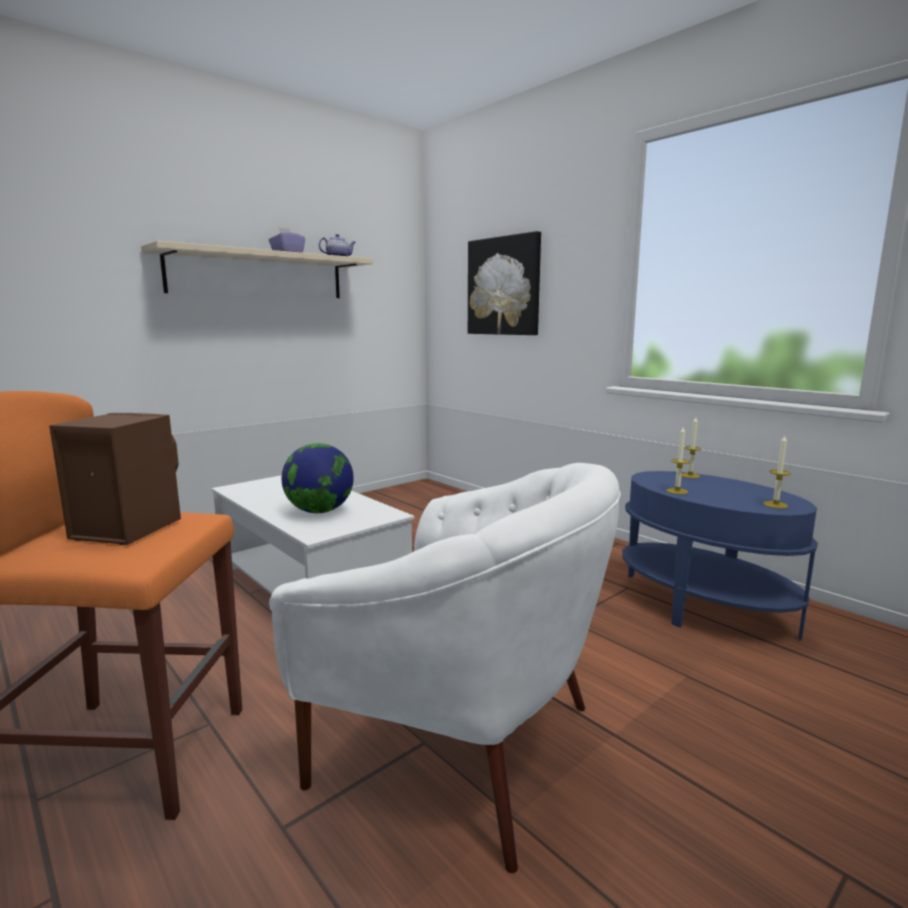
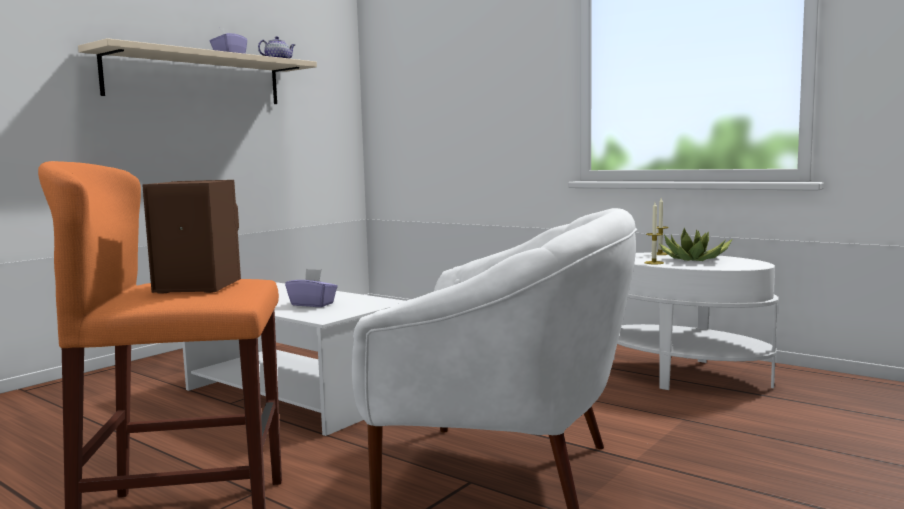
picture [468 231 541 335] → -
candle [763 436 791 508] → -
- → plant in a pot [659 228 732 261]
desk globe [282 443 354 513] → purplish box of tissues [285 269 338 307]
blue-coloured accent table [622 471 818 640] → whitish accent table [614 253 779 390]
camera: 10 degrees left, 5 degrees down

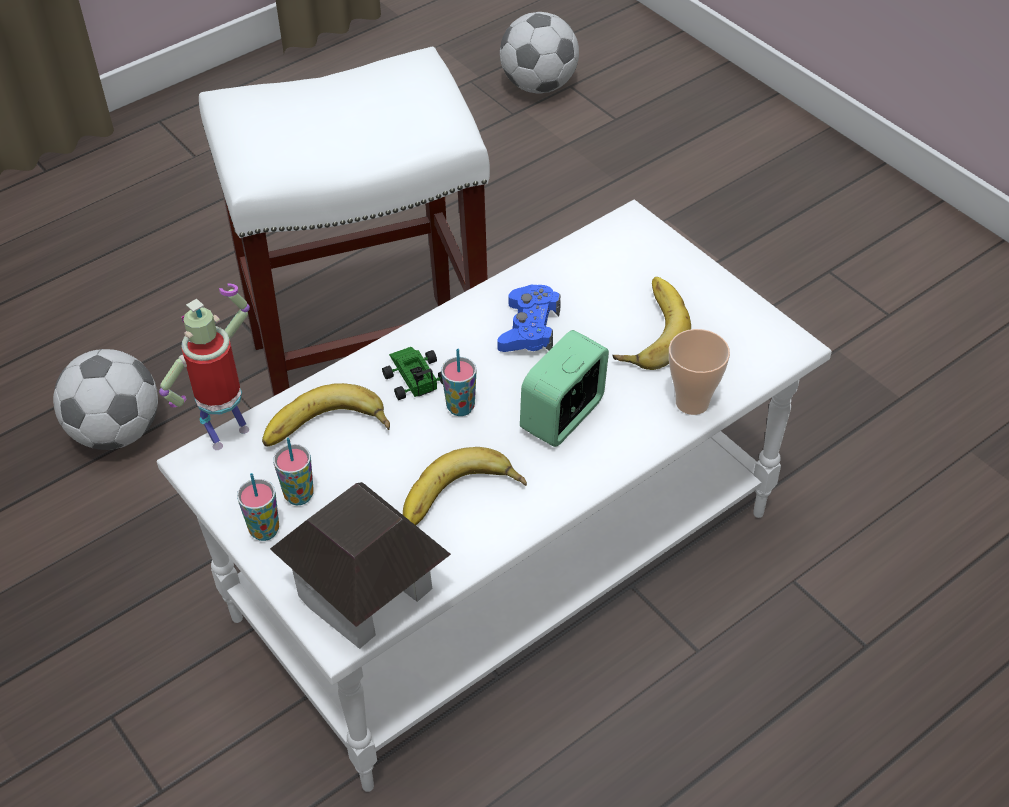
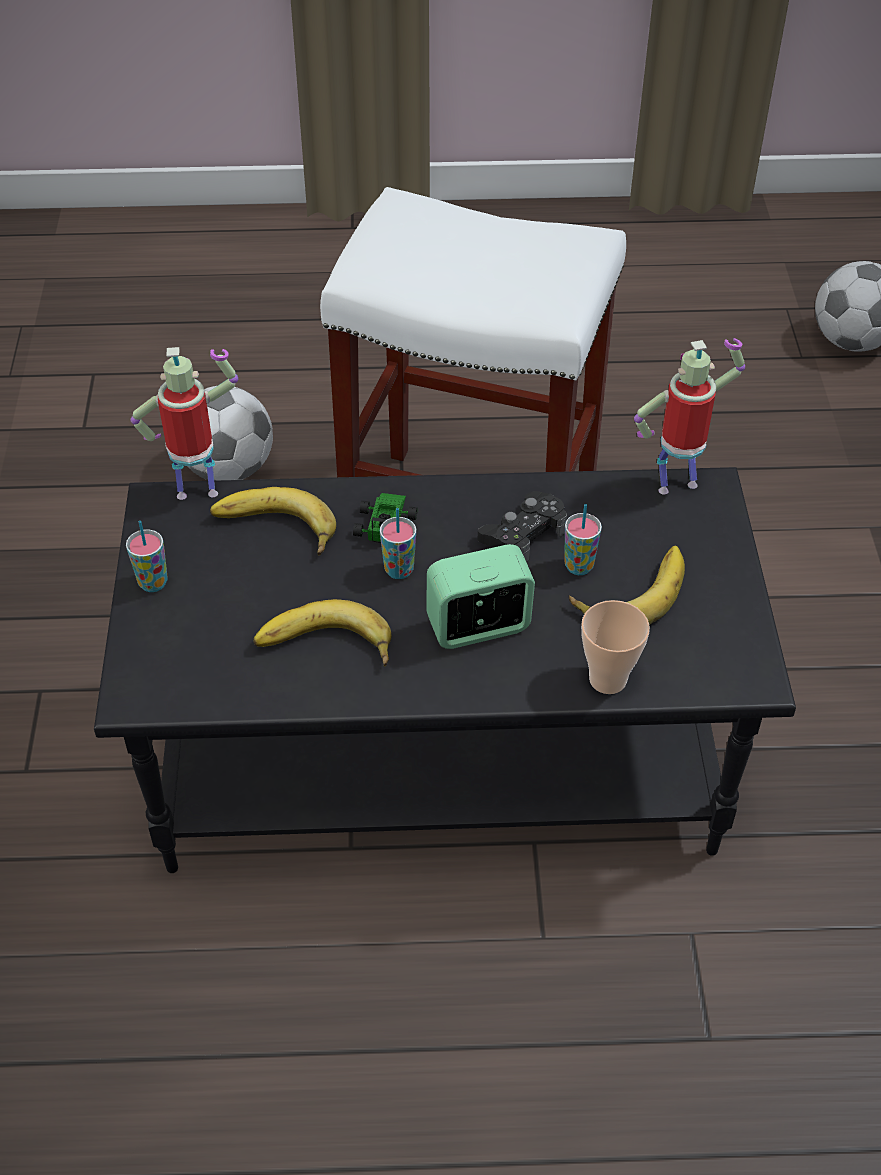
toy house [270 482 451 649] → -
- → model robot [634 338 745 495]
small cup [273 438 314 505] → small cup [564 504 602 575], moved
whitish coffee table [157 200 832 792] → black-coloured coffee table [94 467 796 873]
blue-coloured game controller [497 285 561 352] → black-coloured game controller [478 491 567 562]
camera: 35 degrees right, 0 degrees up

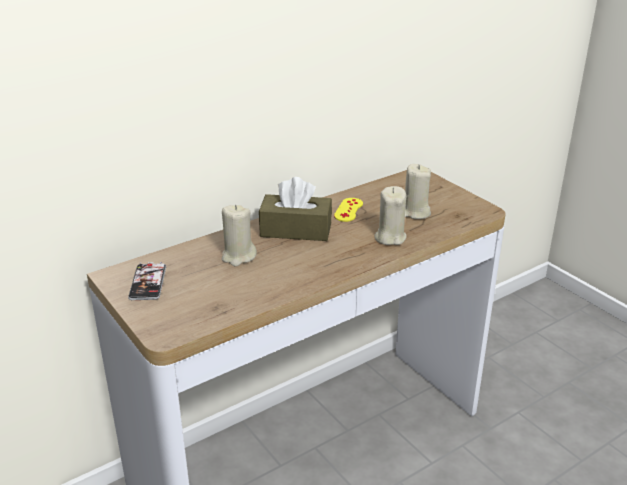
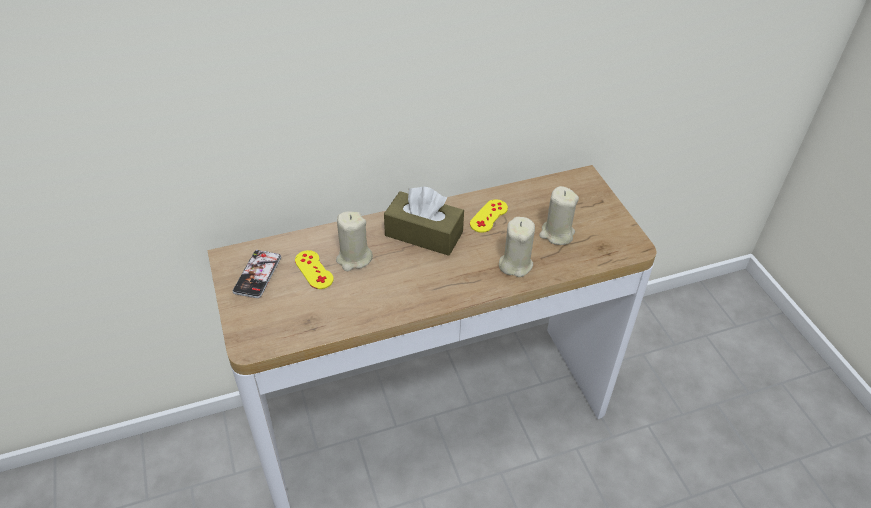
- → yellow game controller [295 250 334 289]
camera: 15 degrees right, 15 degrees up

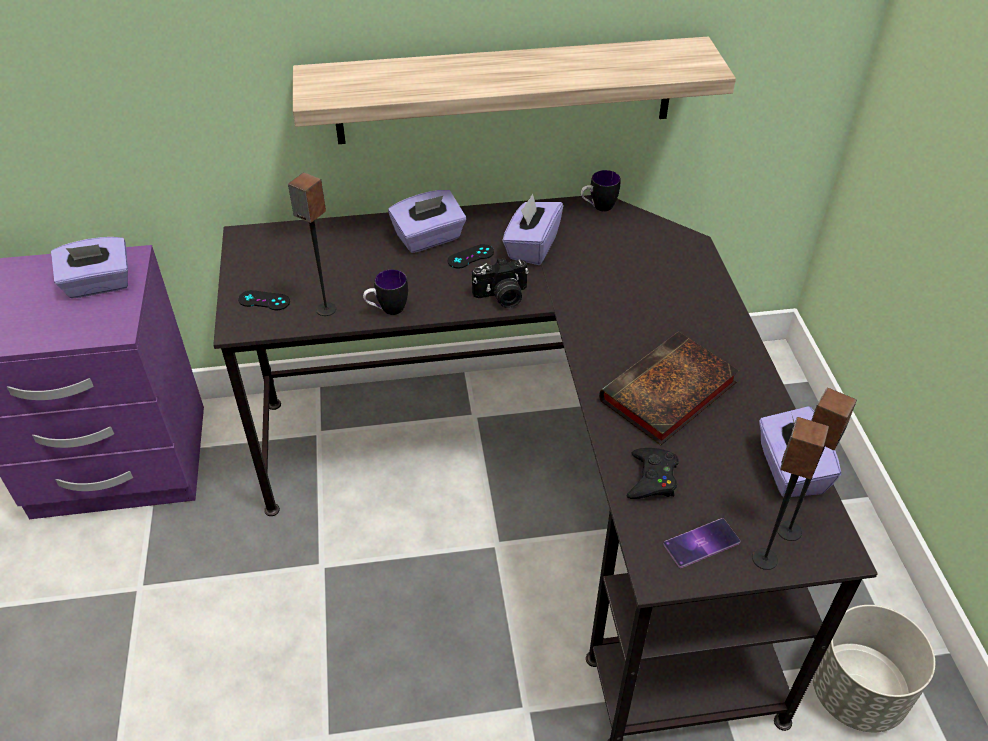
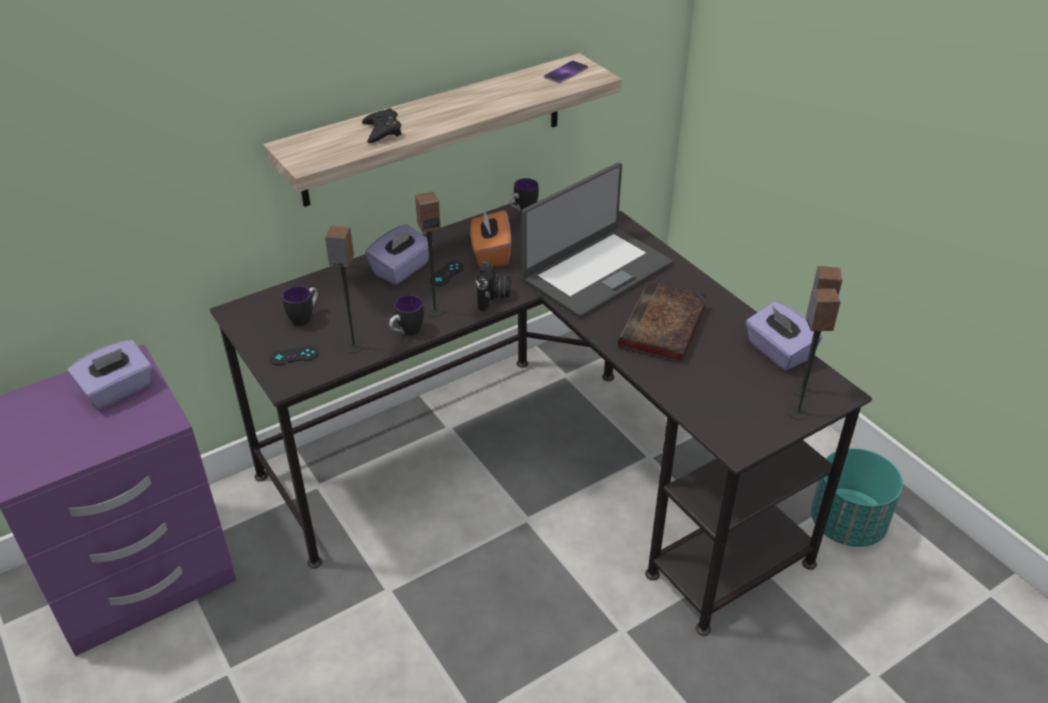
- → tea mug [282 286 318 326]
- → speaker [415 192 444 317]
- → portable computer [522 162 673 318]
black-coloured game controller [627 448 679 499] → black-coloured game controller [362 108 402 143], moved
handset [664 518 741 568] → handset [544 61 588 83], moved
purplish box of tissues [503 194 563 265] → orange box of tissues [470 209 511 267]
grey flower pot [812 605 935 732] → blue-green flower pot [811 448 903 547]
photo camera [472 257 529 308] → photo camera [475 261 511 311], 45 degrees counterclockwise
camera: 25 degrees left, 5 degrees down

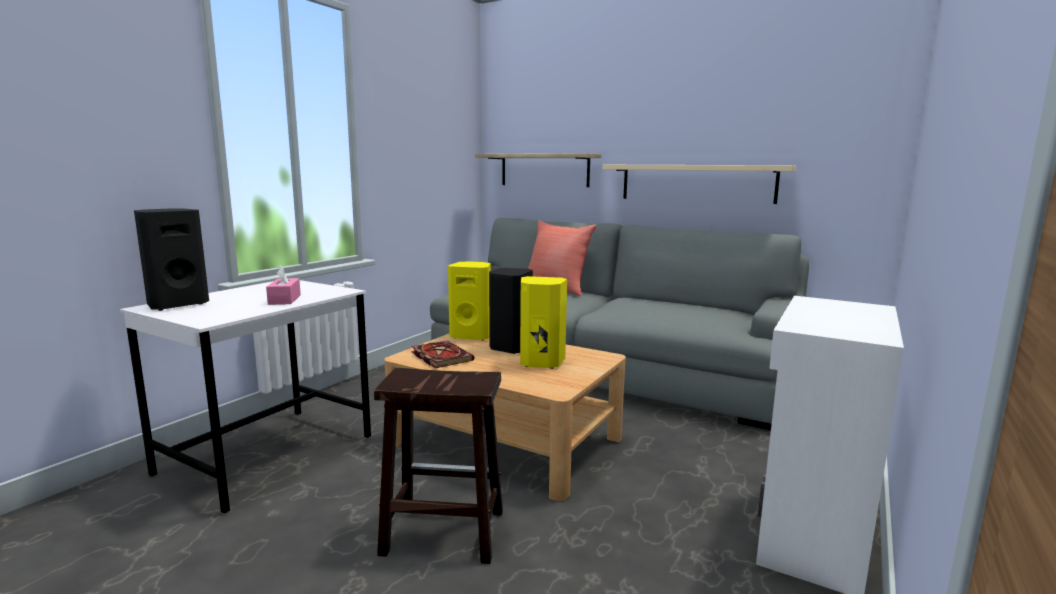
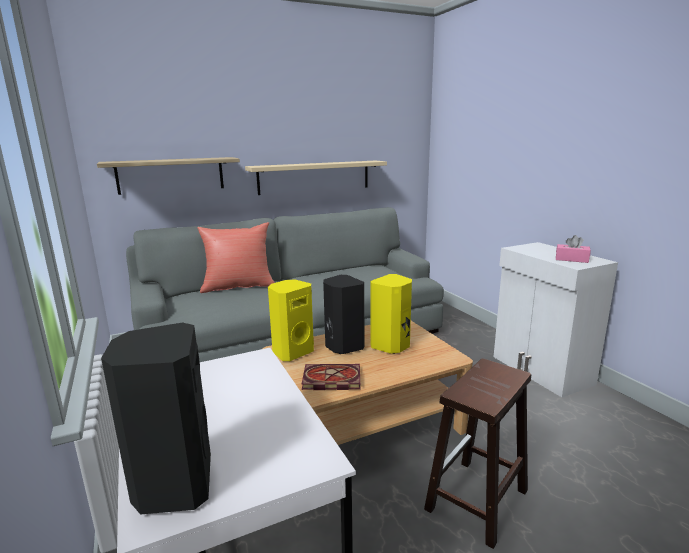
pinkish box of tissues [266 265 301 305] → pinkish box of tissues [556 235 591 263], moved
camera: 55 degrees left, 5 degrees up

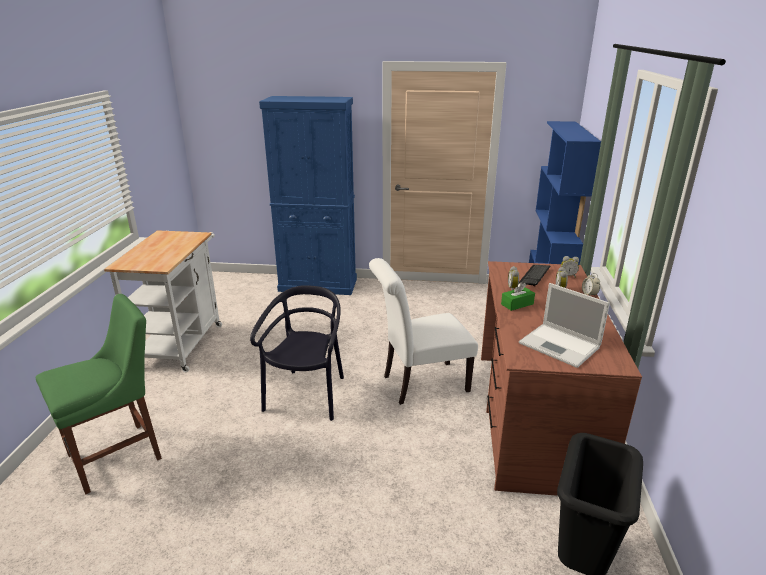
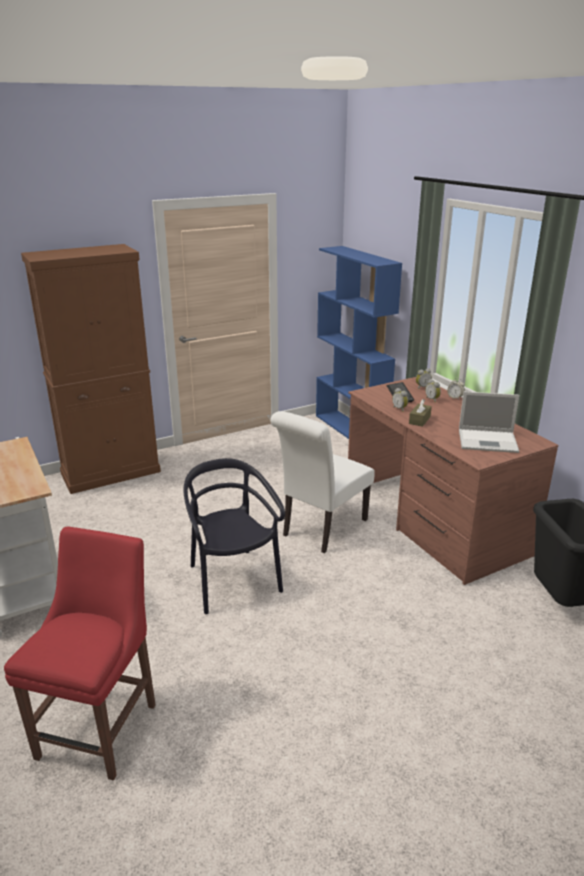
greenish plain chair [36 294 162 494] → red-coloured plain chair [4 526 156 781]
blue-coloured cabinet [259 96 357 295] → brownish cabinet [21 244 161 494]
greenish box of tissues [501 282 535 311] → brownish box of tissues [409 399 432 427]
camera: 35 degrees left, 0 degrees up

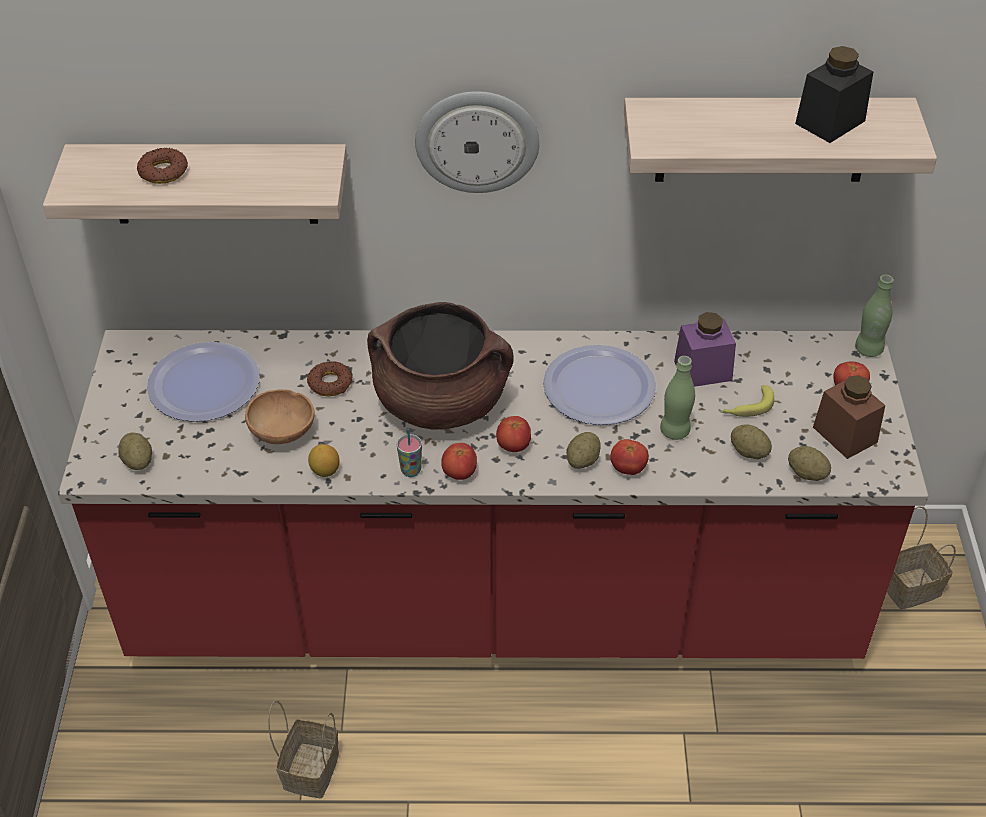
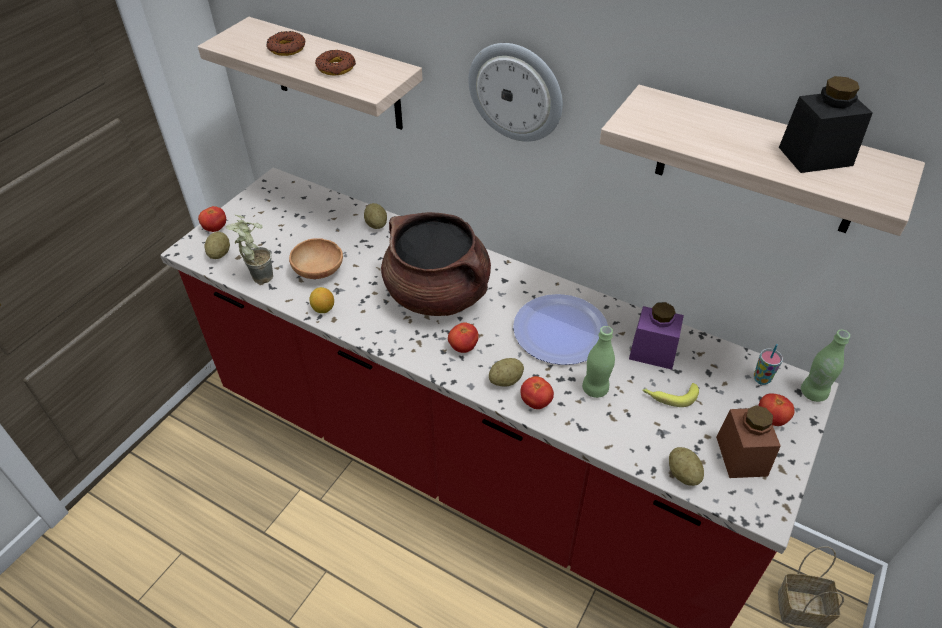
flat dish [147 342 260 422] → -
household basket [268 700 339 799] → -
- → plant in a pot [226 214 273 284]
donut [307 361 352 397] → donut [315 50 356 76], moved
small cup [397 429 422 477] → small cup [754 344 783 385], moved
tomato [441 443 477 480] → tomato [198 206 226 232], moved
whole potato [731 424 772 459] → whole potato [364 203 387 229], moved
camera: 30 degrees right, 0 degrees up

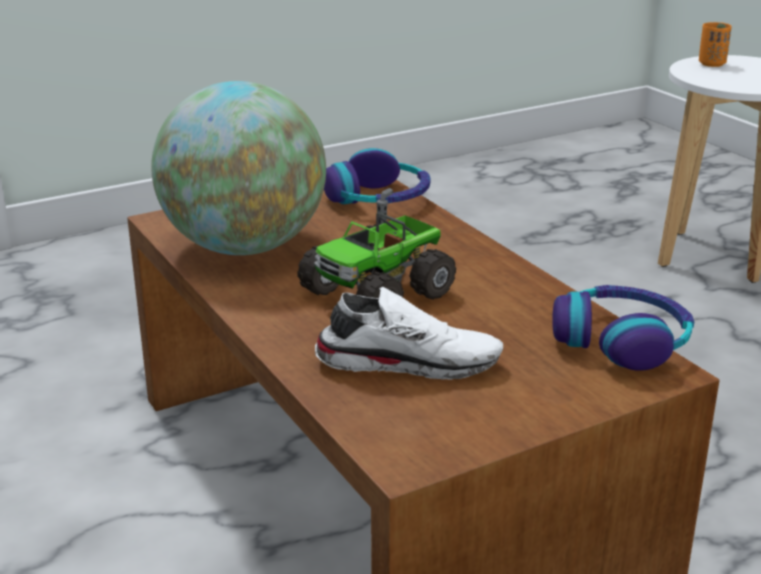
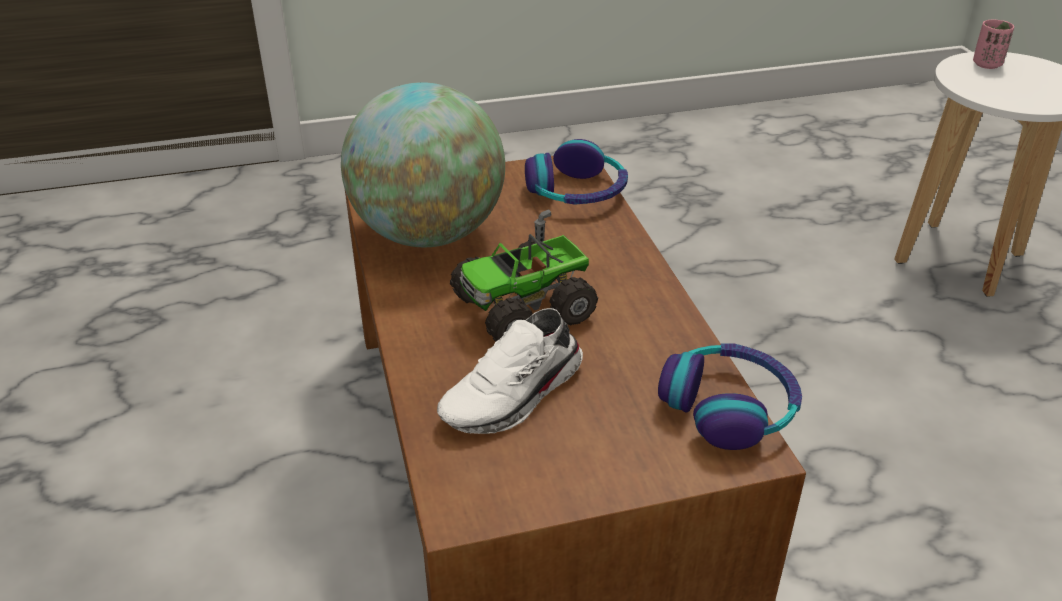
orange small cup [699 22 732 67] → pinkish small cup [973 20 1014 69]
whitish item of footwear [315 287 503 380] → whitish item of footwear [437 308 583 434], 120 degrees clockwise
camera: 15 degrees right, 10 degrees up

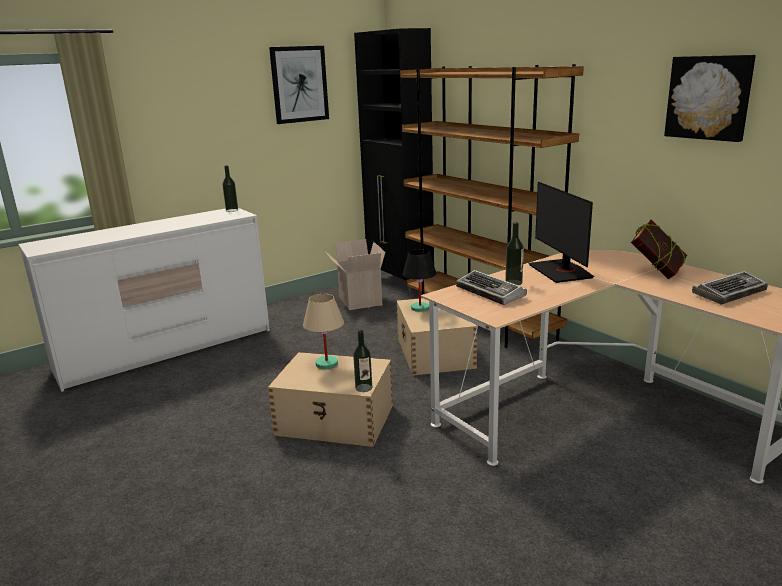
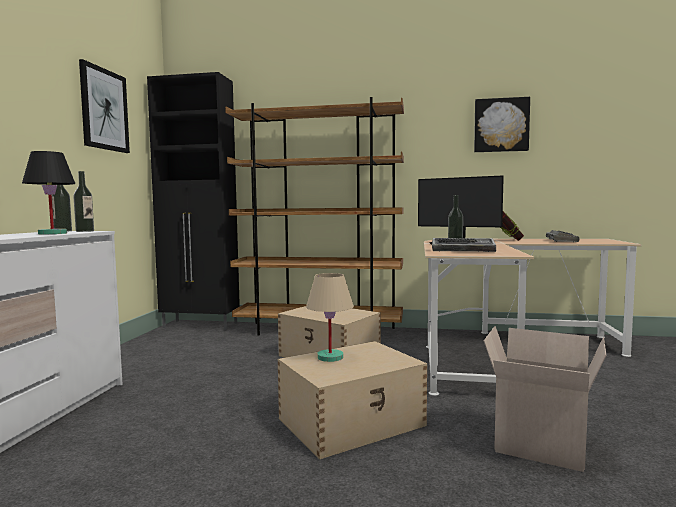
packing box [325 239 385 310] → packing box [484 326 606 472], moved
beverage bottle [353 330 372 392] → beverage bottle [73 171 94 232], moved
black-coloured tabletop lamp [403 249 437 312] → black-coloured tabletop lamp [22 151 75 234], moved
camera: 45 degrees left, 15 degrees down

